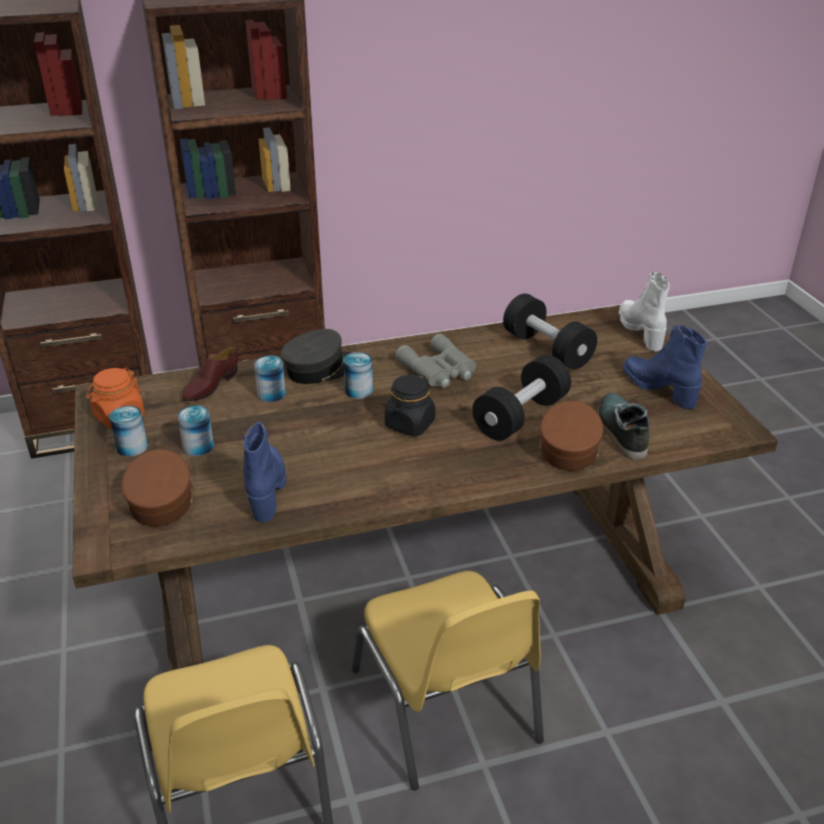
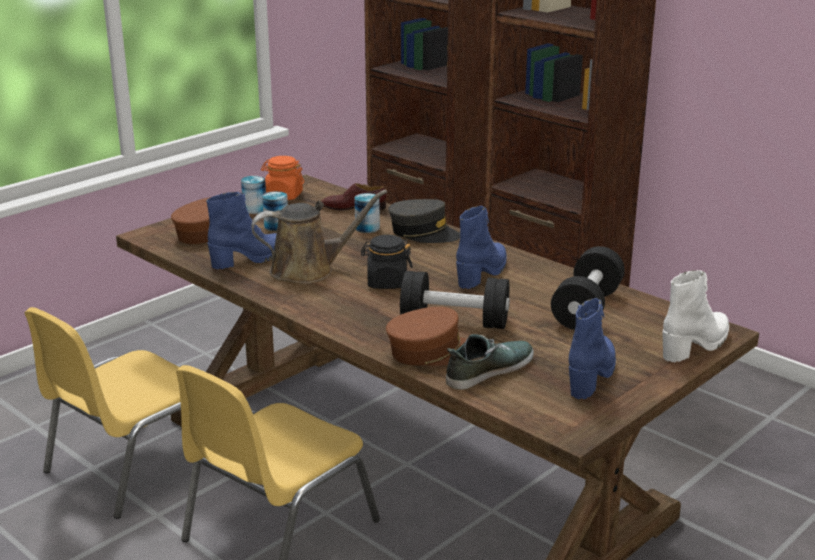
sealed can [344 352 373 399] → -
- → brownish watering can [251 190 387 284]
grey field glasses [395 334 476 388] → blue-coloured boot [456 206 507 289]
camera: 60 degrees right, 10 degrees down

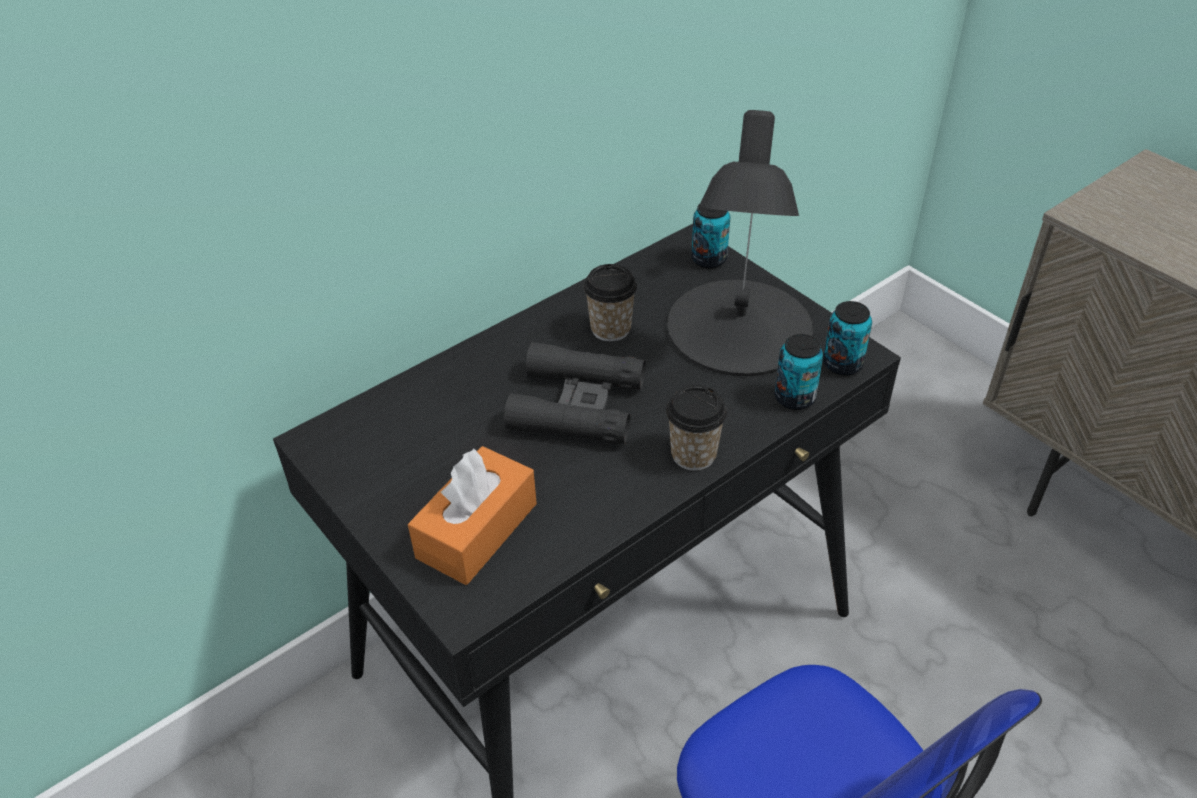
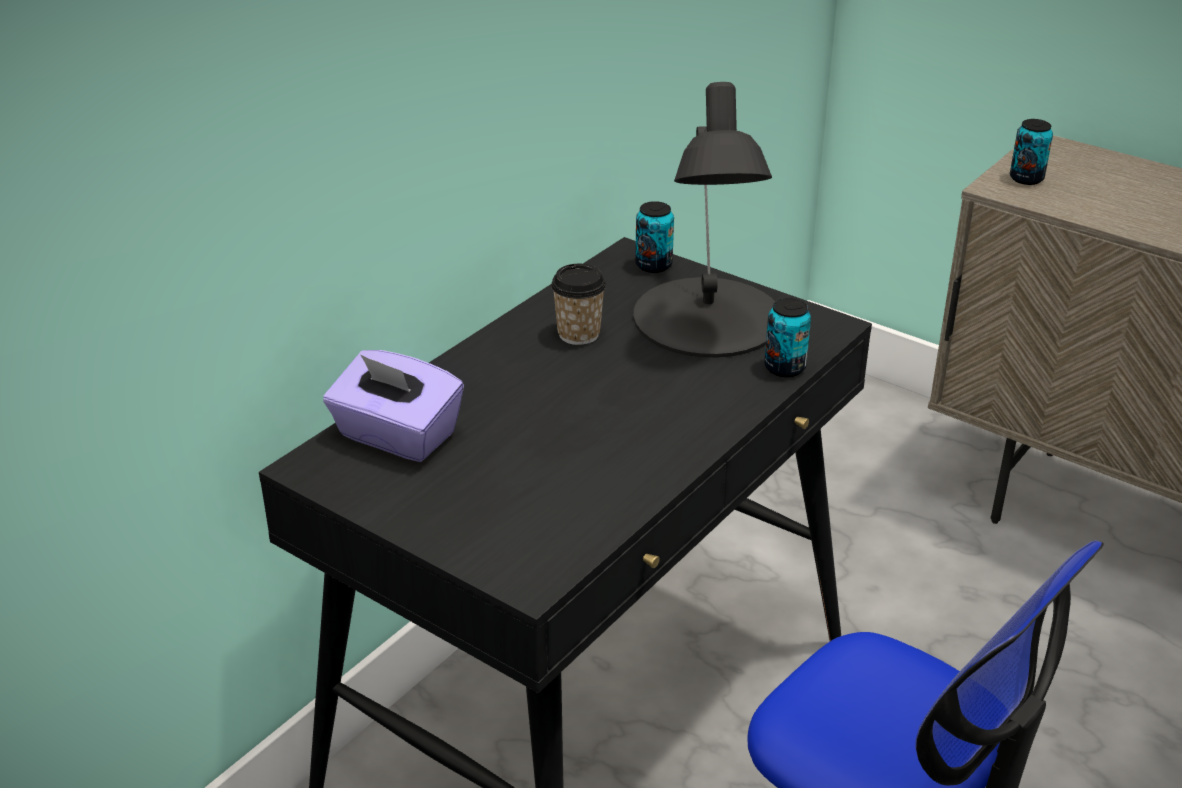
orange box of tissues [408 446 537 585] → -
black-coloured field glasses [504 342 646 444] → -
small cup [666 385 727 471] → -
- → purplish box of tissues [323 350 464 462]
sealed can [823 301 872 376] → sealed can [1010 119 1053 185], moved
camera: 15 degrees left, 10 degrees down

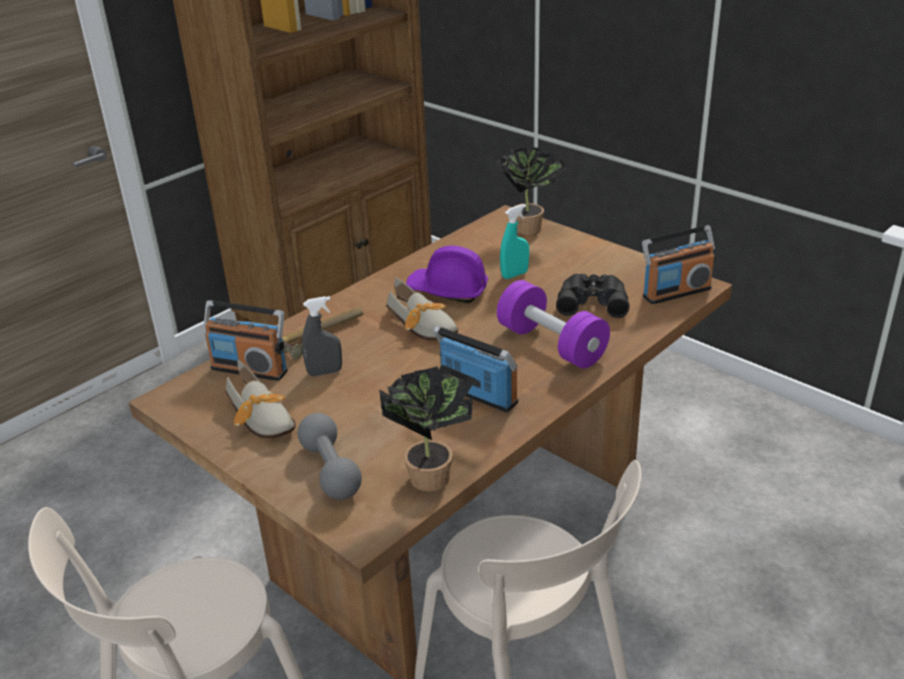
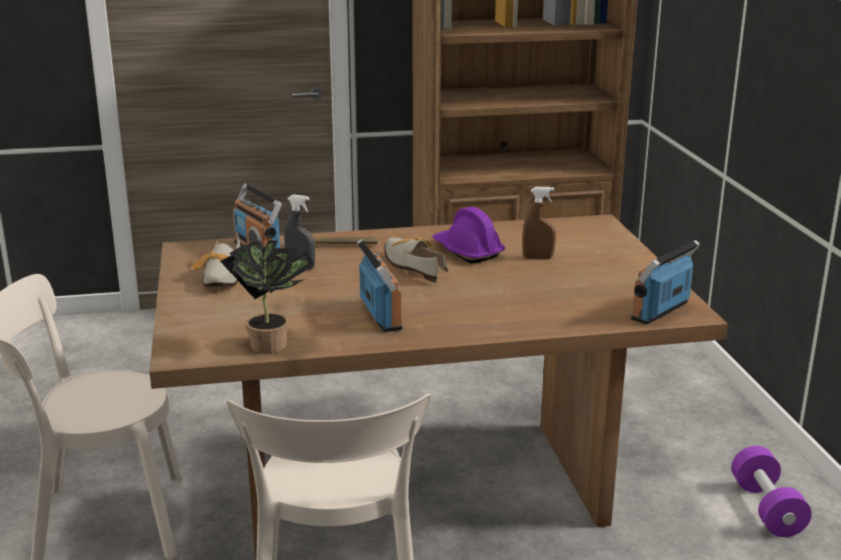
grey dumbbell [298 413 362 500] → -
plant in a pot [495 147 567 235] → -
black-coloured field glasses [556 274 630 318] → -
purplish dumbbell [497 280 610 368] → purplish dumbbell [731 446 812 537], moved
blue-green sprayer [500 204 529 279] → brownish sprayer [522 187 556 259]
item of footwear [386 277 458 340] → item of footwear [385 237 448 283], 150 degrees clockwise
radio receiver [642 225 715 304] → radio receiver [631 240 700 325], 120 degrees clockwise
camera: 35 degrees right, 10 degrees down

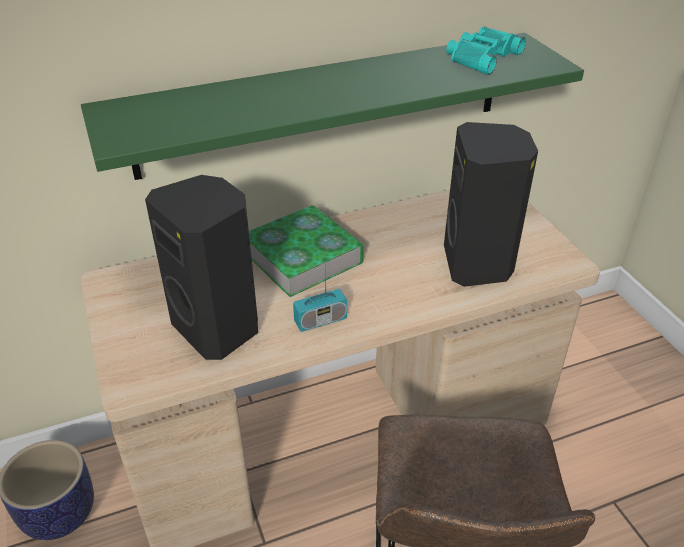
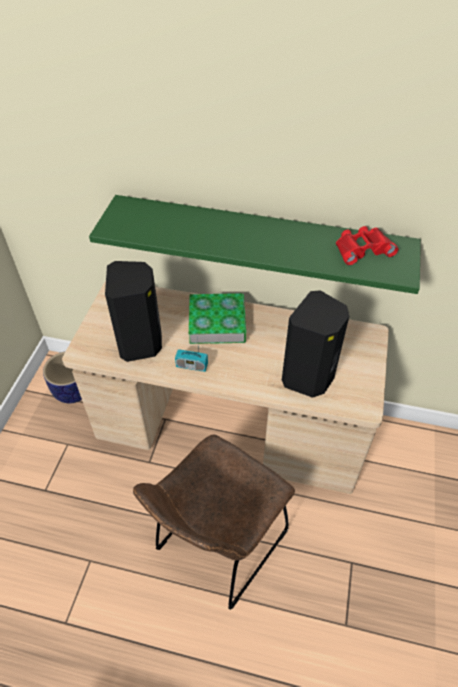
blue-green field glasses [446 26 526 75] → red-coloured field glasses [336 226 399 265]
camera: 35 degrees right, 10 degrees up

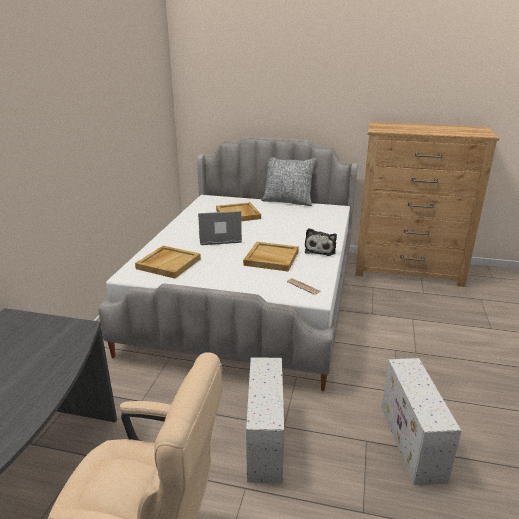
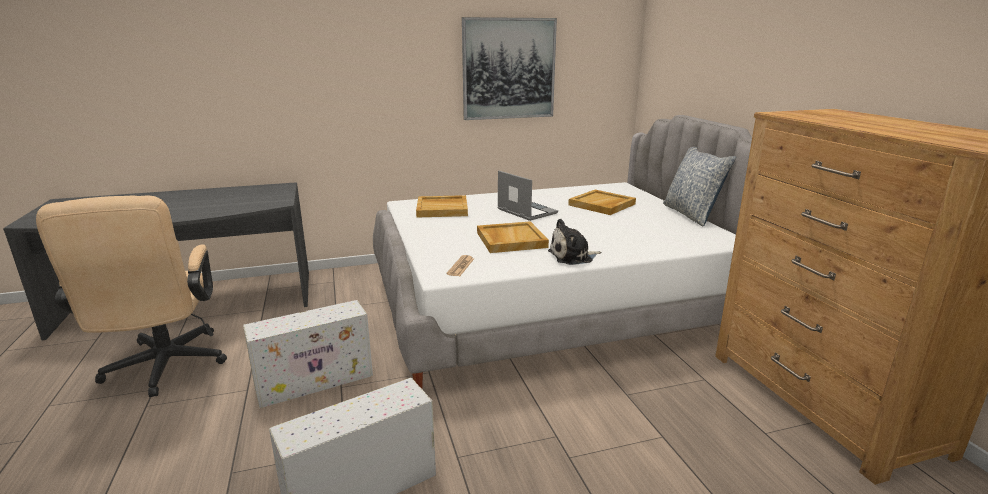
- → picture [462 17 557 120]
camera: 60 degrees right, 5 degrees down

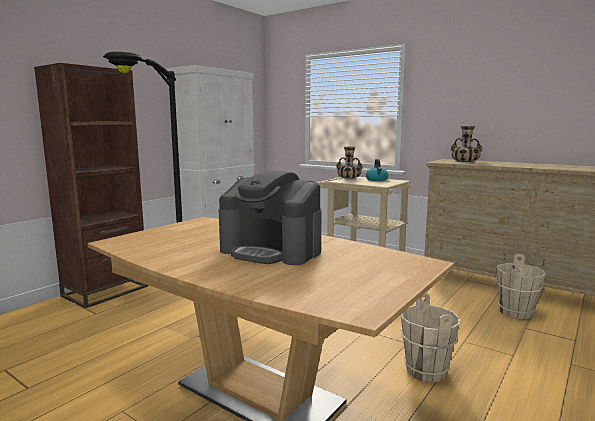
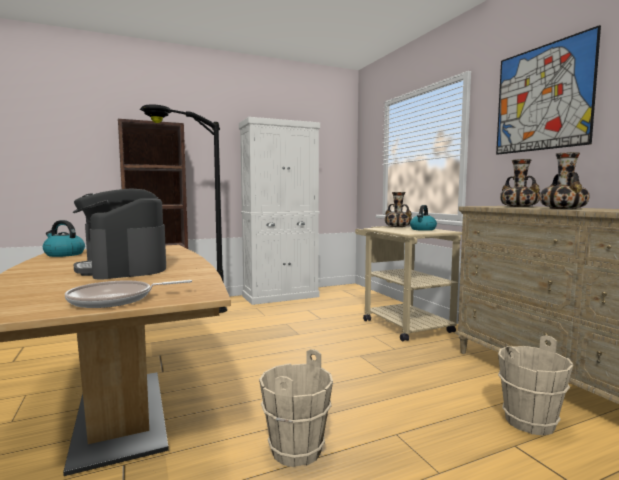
- → tea kettle [43 220 85 257]
- → frying pan [65 280 192 308]
- → picture [496 25 601 155]
- → flower vase [540 152 589 209]
camera: 30 degrees right, 5 degrees down

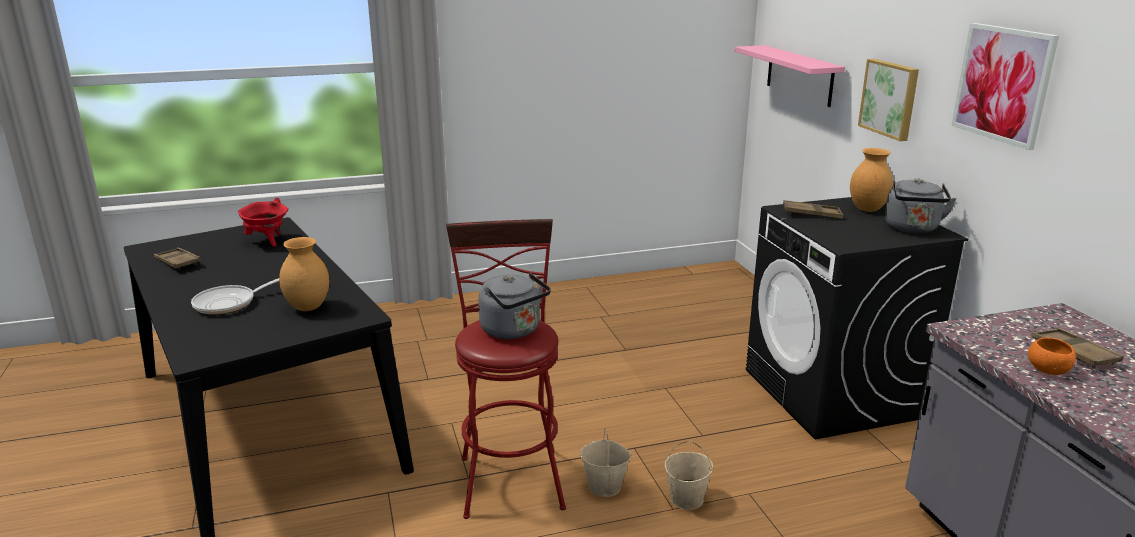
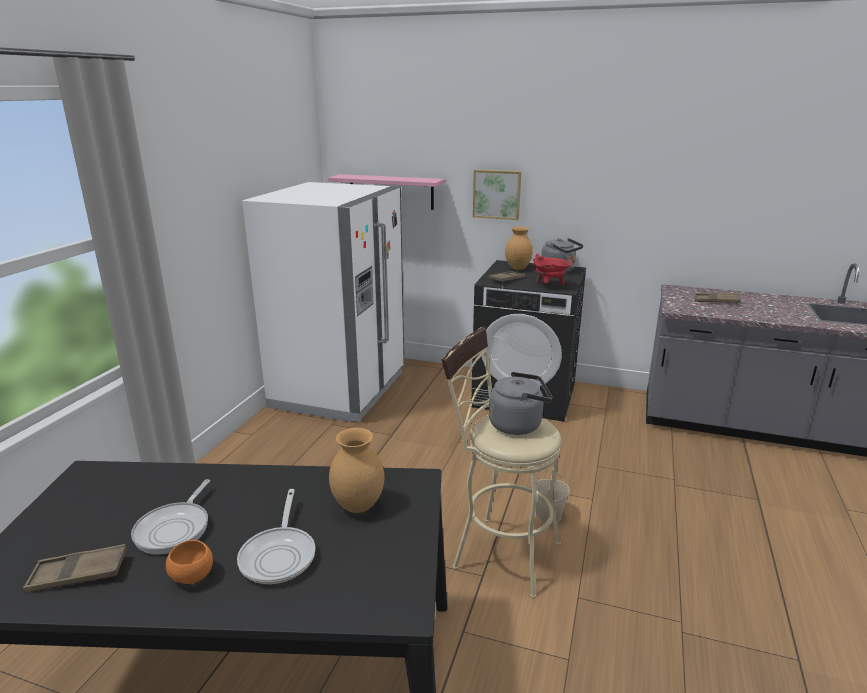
sand-coloured water bucket [665 441 713 510] → -
picture [951 23 1059 150] → -
- → frying pan [131 479 210 554]
- → whitish kitchen fridge [242 182 404 422]
red-coloured cooking pot [238 198 288 247] → red-coloured cooking pot [533 254 571 286], moved
orange bowl [1028 338 1076 375] → orange bowl [166 540 213 584], moved
red-coloured sitting stool [446 219 566 519] → sand-coloured sitting stool [442 326 561 598]
camera: 55 degrees left, 0 degrees up

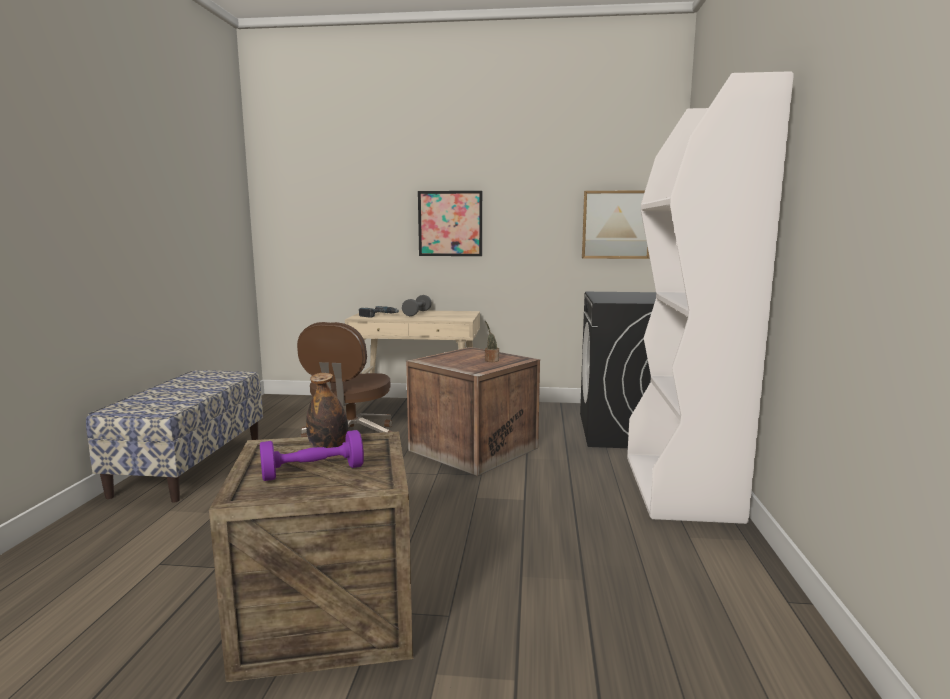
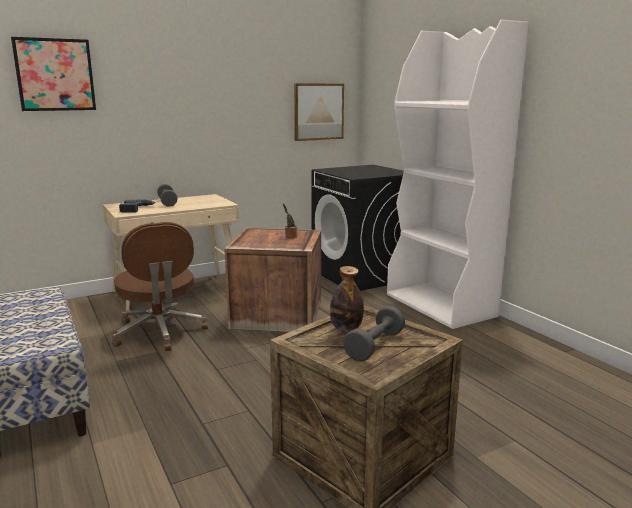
picture [418 191 482 256] → picture [11 37 96 111], moved
purplish dumbbell [260 430 364 481] → grey dumbbell [343 306 405 361]
camera: 35 degrees left, 5 degrees up

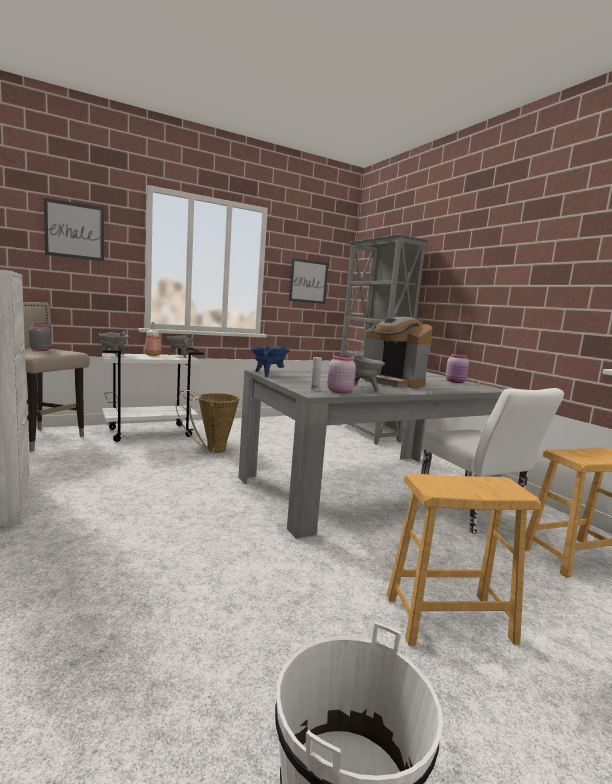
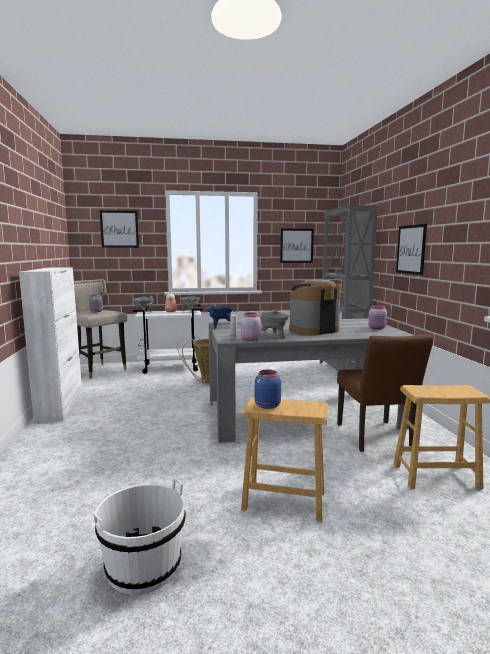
- → blue-coloured jar [255 370 281 409]
- → picture [396 224 427 275]
whitish plain chair [419 388 564 534] → brownish plain chair [337 334 433 452]
coffee maker [361 317 433 388] → coffee maker [289 279 341 335], 90 degrees clockwise
camera: 20 degrees right, 0 degrees up

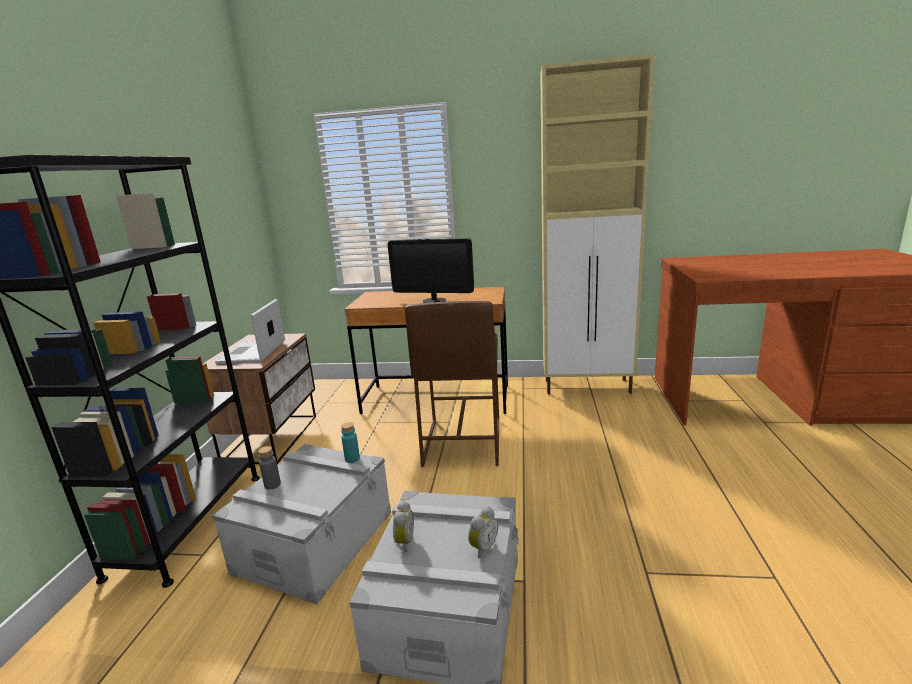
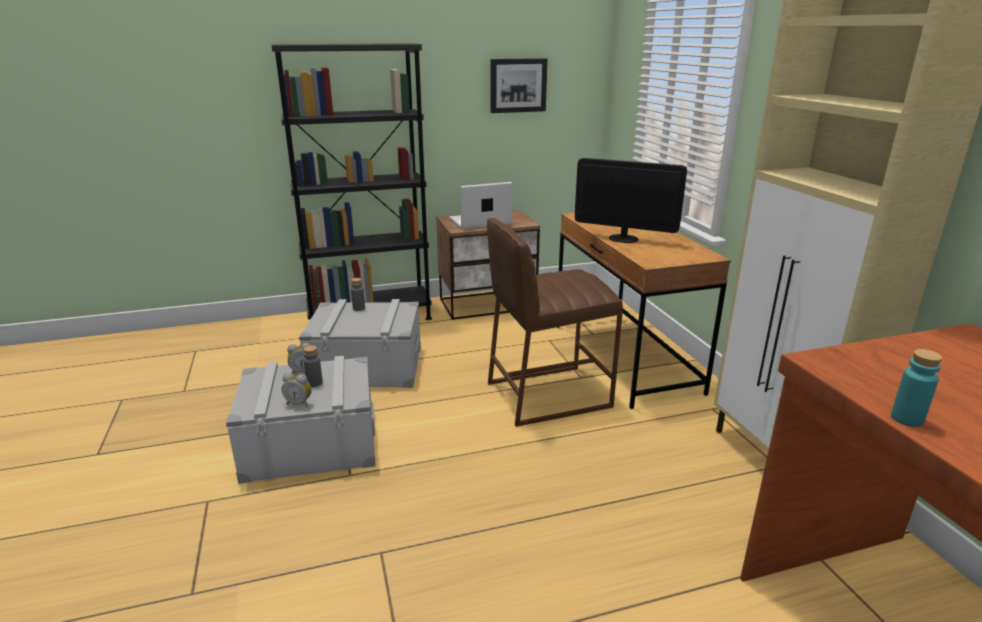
- → grey beverage bottle [304 345 323 387]
- → picture [491 58 548 113]
blue-green beverage bottle [341 422 360 463] → blue-green beverage bottle [891 349 942 427], moved
monitor [388 238 474 303] → monitor [575 158 687 243], 120 degrees clockwise
camera: 65 degrees right, 5 degrees up

